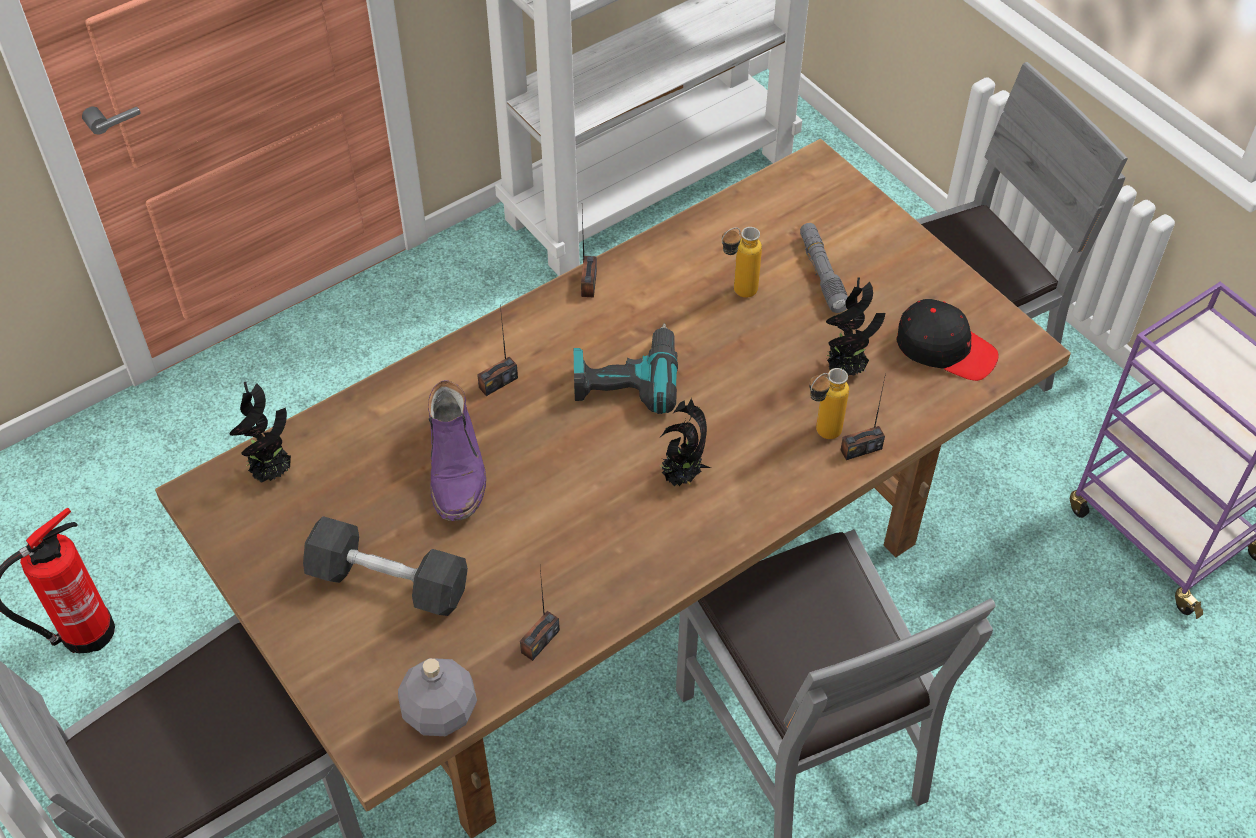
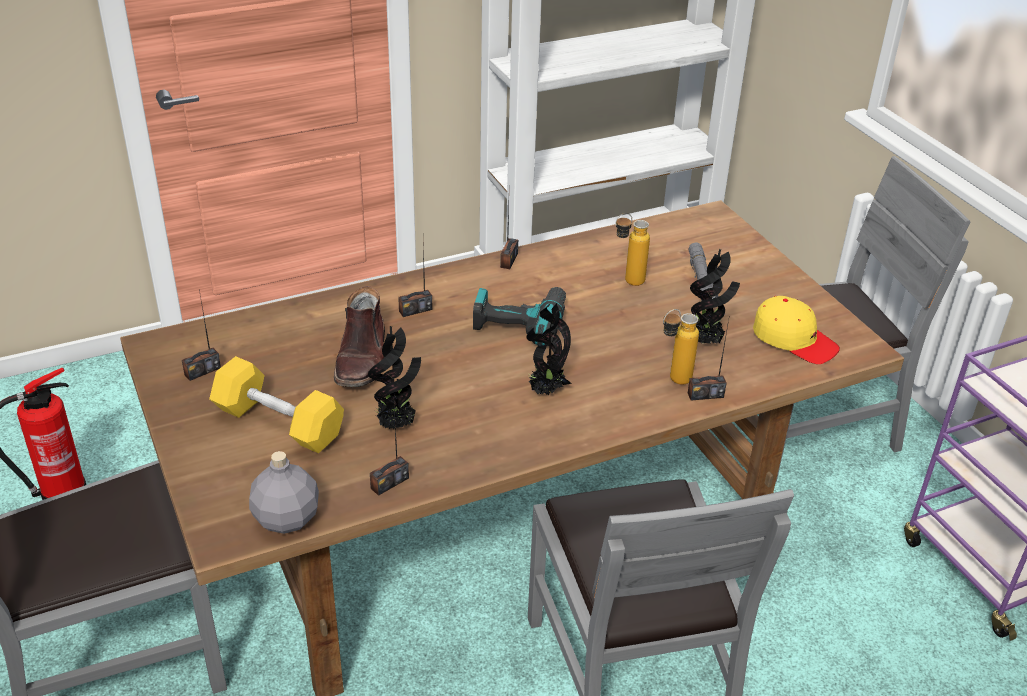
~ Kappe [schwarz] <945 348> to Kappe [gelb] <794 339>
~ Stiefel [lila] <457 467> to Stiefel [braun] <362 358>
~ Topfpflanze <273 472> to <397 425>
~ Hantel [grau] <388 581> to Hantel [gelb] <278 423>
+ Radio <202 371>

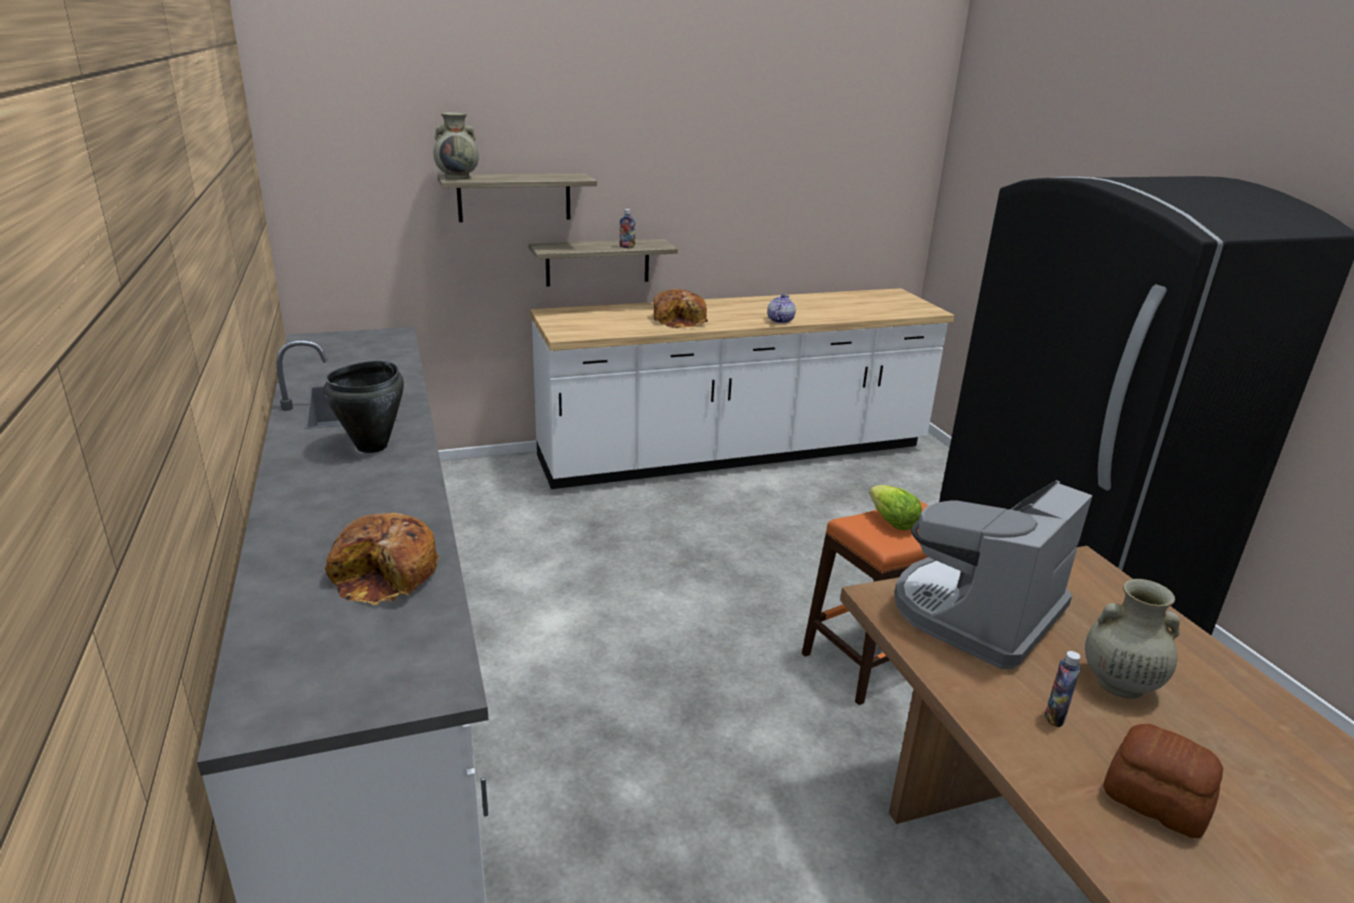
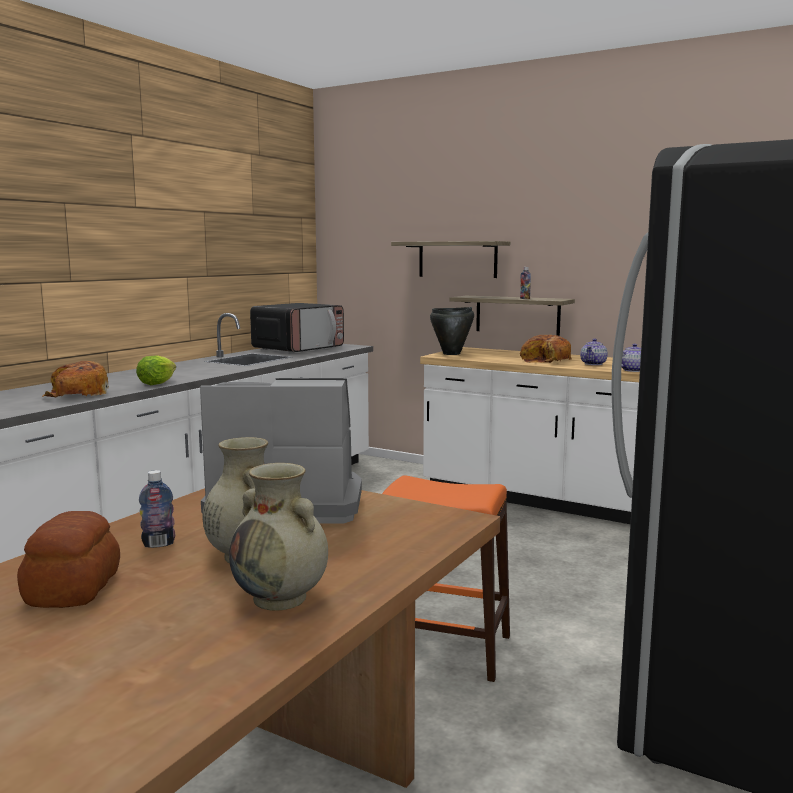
~ Vase [beige] <458 177> to <281 598>
~ Kochtopf [schwarz] <373 446> to <452 354>
~ Salatkopf <892 522> to <156 383>
+ Mikrowelle <298 348>
+ Teekanne <593 364>

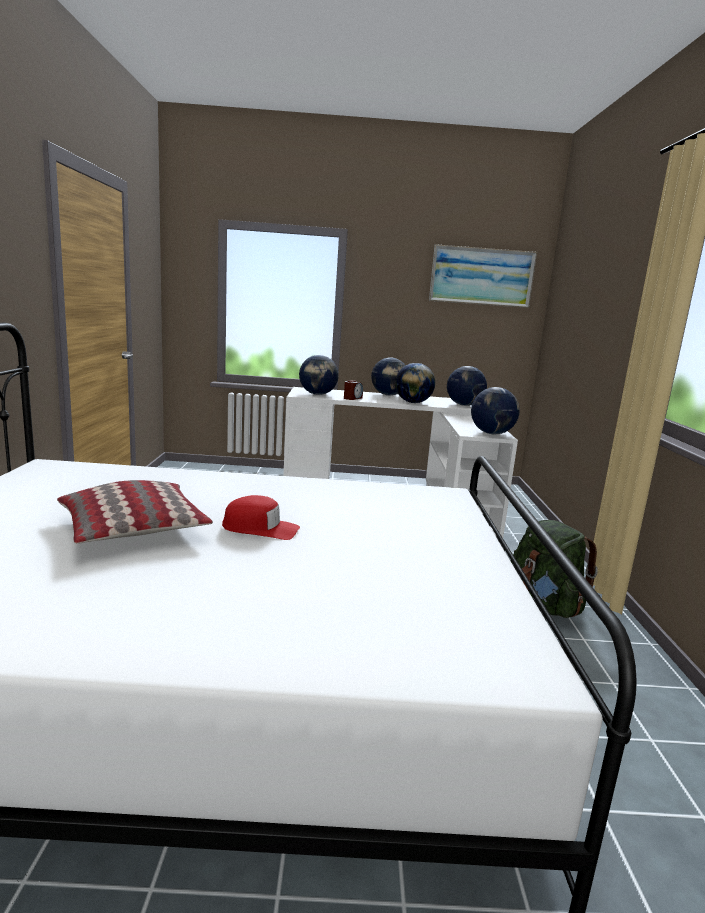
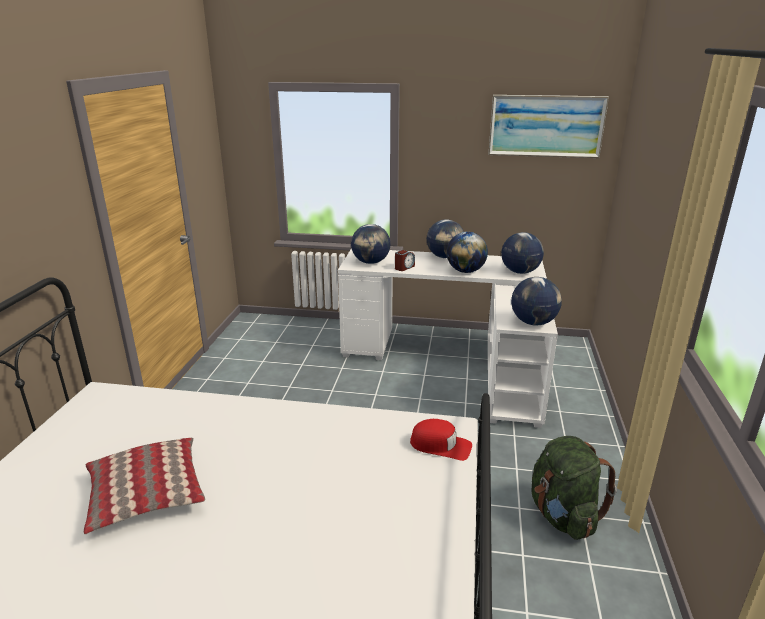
~ Kappe [rot] <261 528> to <440 445>

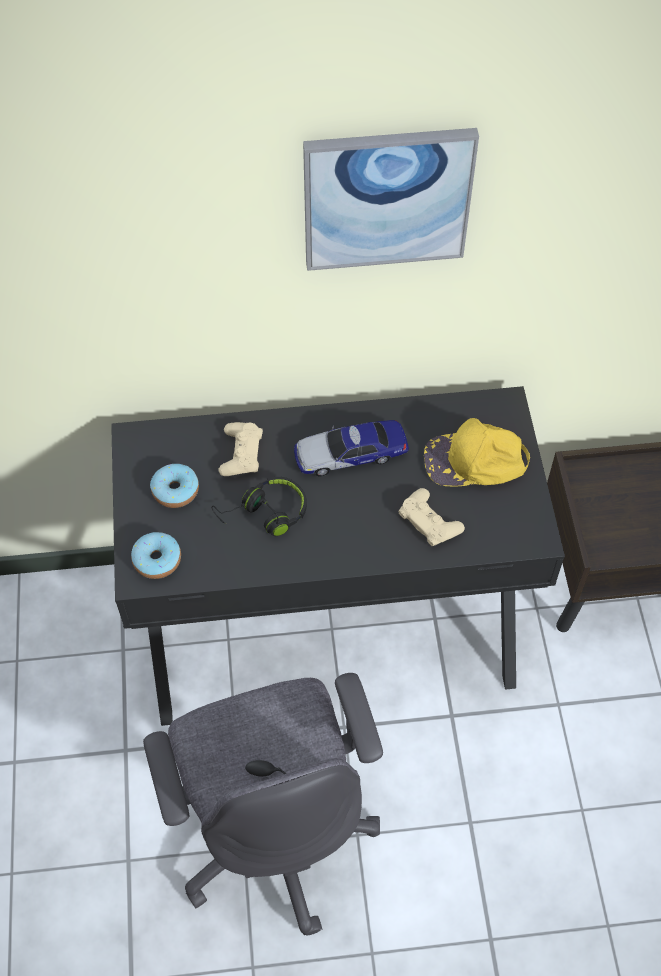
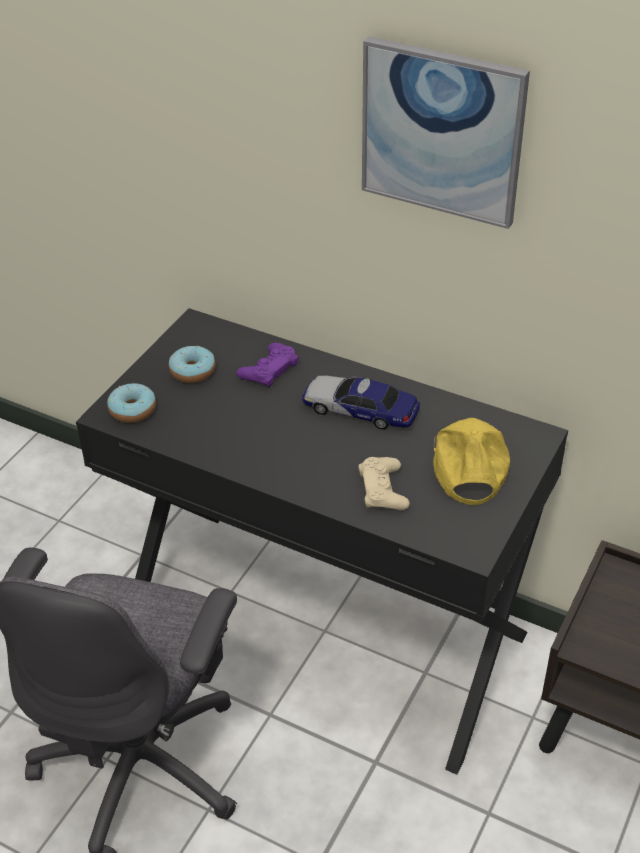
~ Kappe [gelb] <475 461> = <468 465> 60 degrees clockwise
~ Gamepad [beige] <241 453> to Gamepad [lila] <269 369>
- Kopfhörer [schwarz] <265 514>

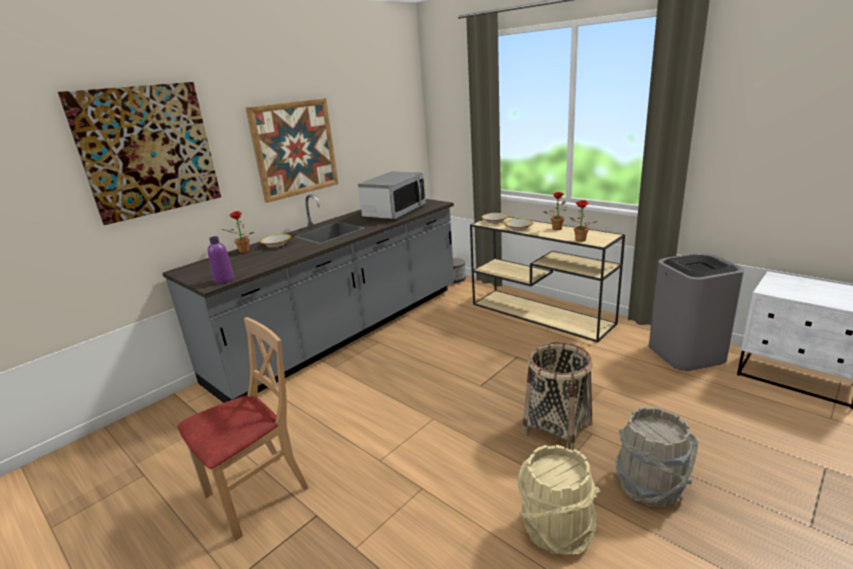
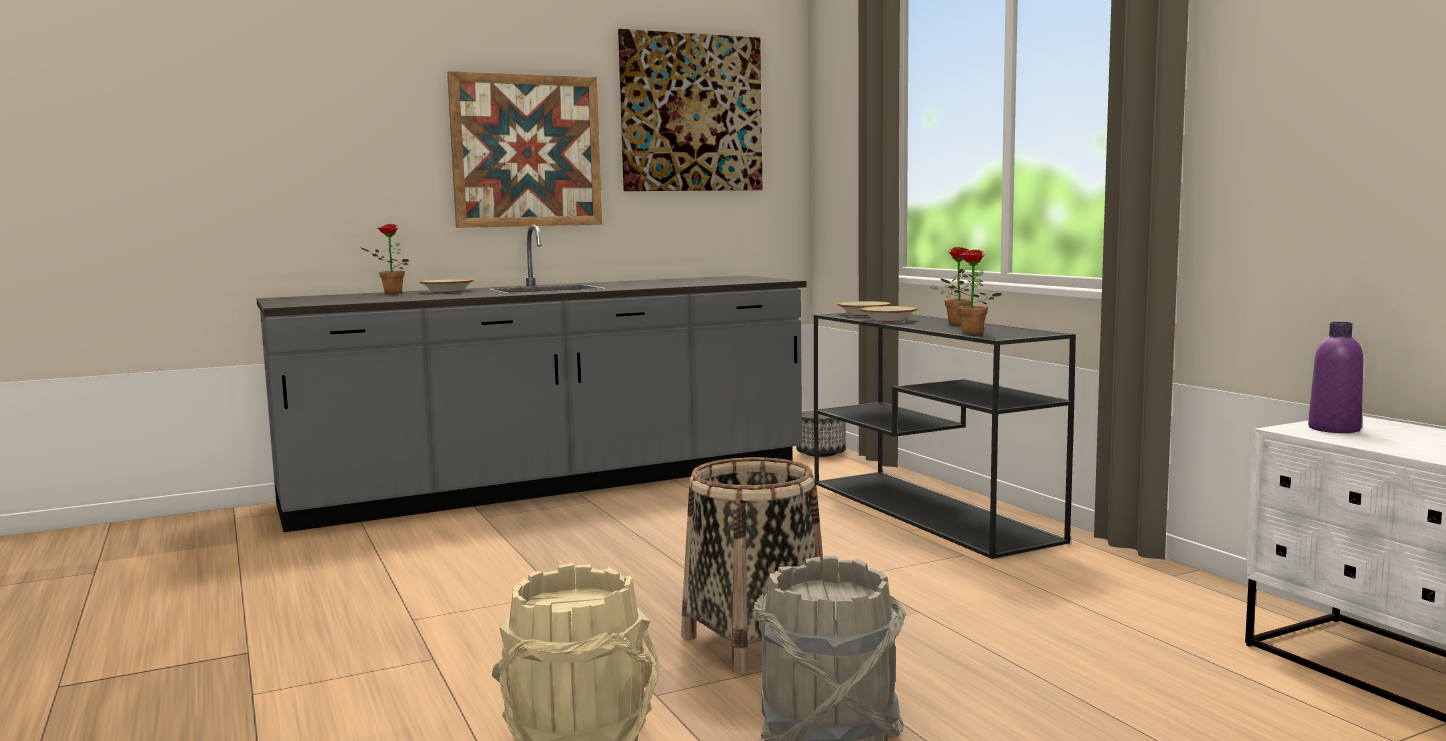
~ Bild <148 151> to <691 113>
- Mikrowelle <394 212>
~ Konsolentisch [beige] <542 314> to Konsolentisch [schwarz] <931 511>
~ Flasche [lila] <224 280> to <1334 429>
- Mülleimer [grau] <687 353>
- Stuhl [beige] <257 493>

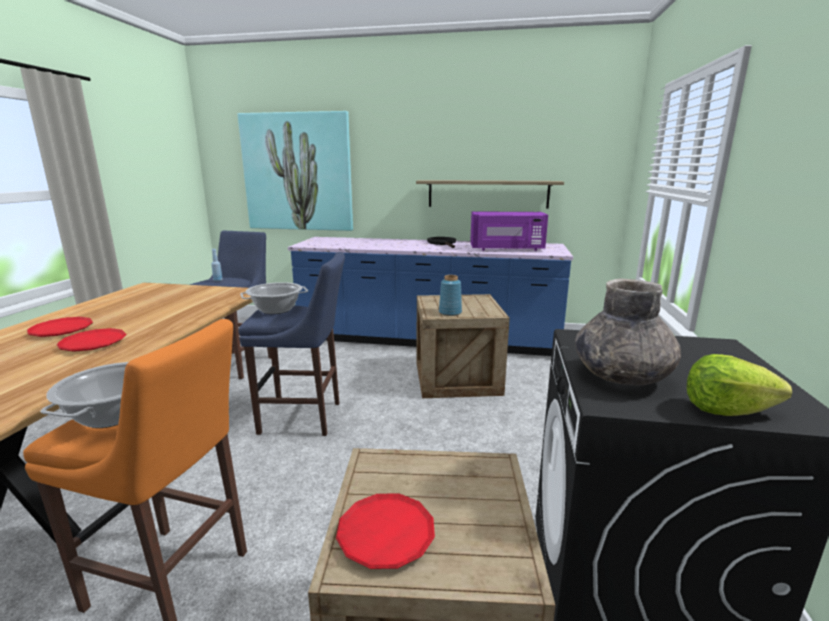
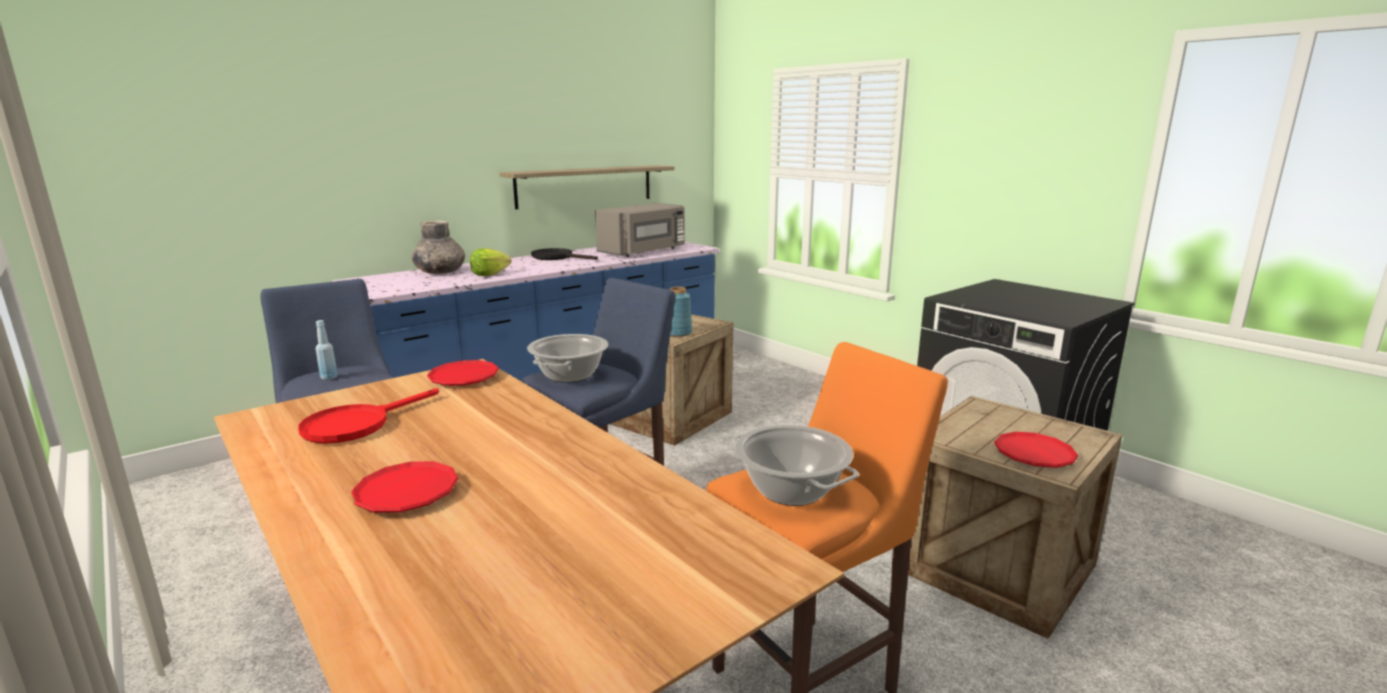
- Bild <298 172>
~ Mikrowelle [lila] <507 249> to Mikrowelle [grau] <644 251>
~ Vase [grau] <621 375> to <440 272>
~ Teller [rot] <93 344> to <464 378>
~ Salatkopf <726 410> to <489 274>
+ Pfanne [rot] <356 424>

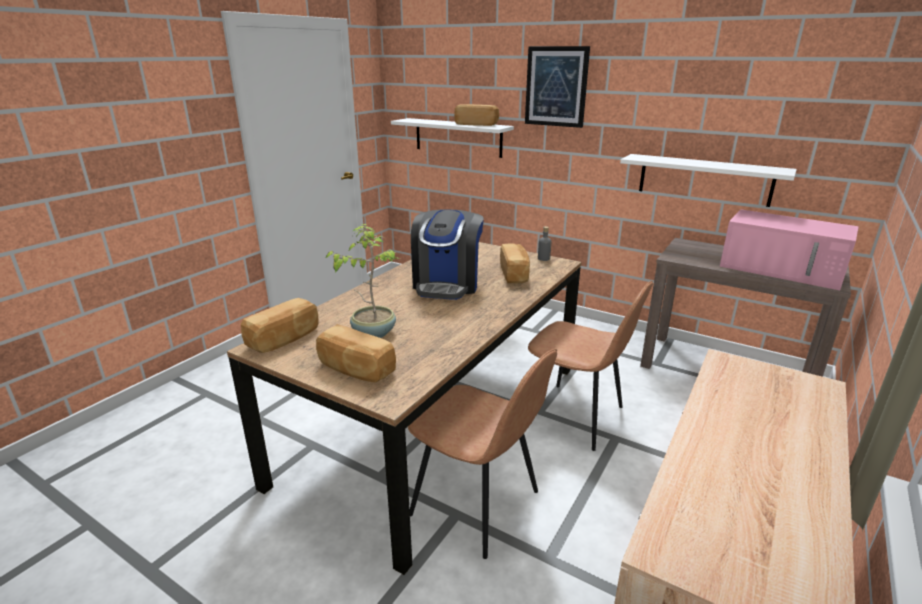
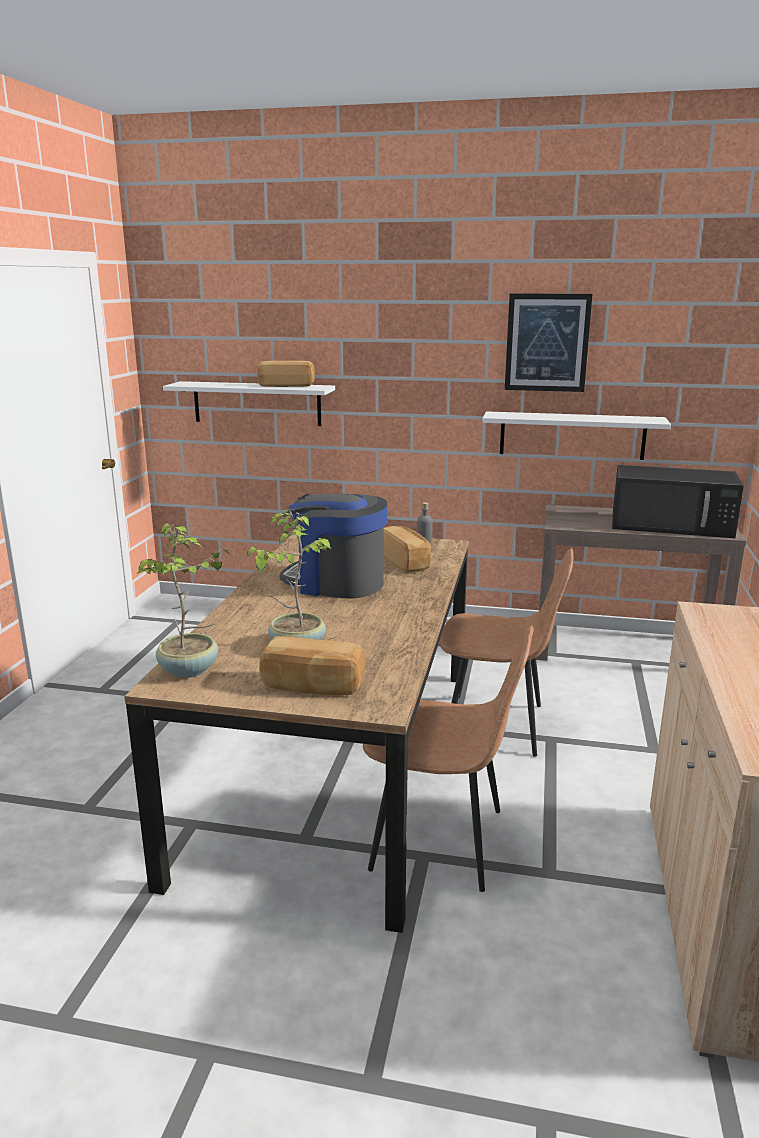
~ Bild <556 86> to <547 342>
~ Kaffeemaschine <447 284> = <336 583> 120 degrees clockwise
~ Mikrowelle [rosa] <782 269> to Mikrowelle [schwarz] <673 525>
~ Brot <285 339> to Topfpflanze <190 670>

